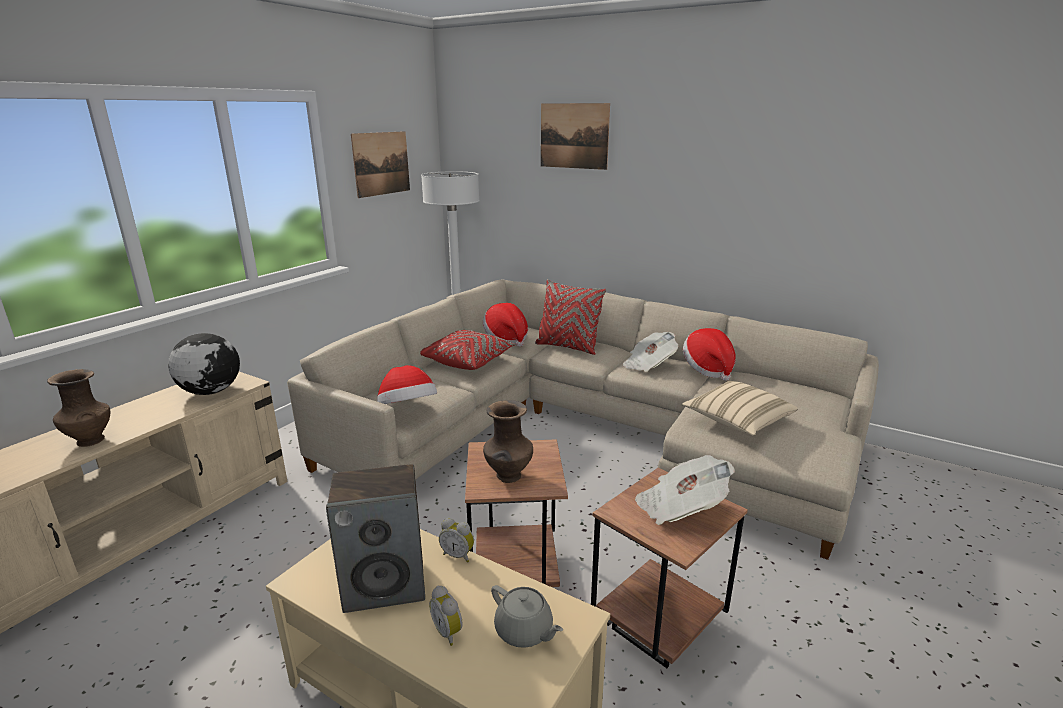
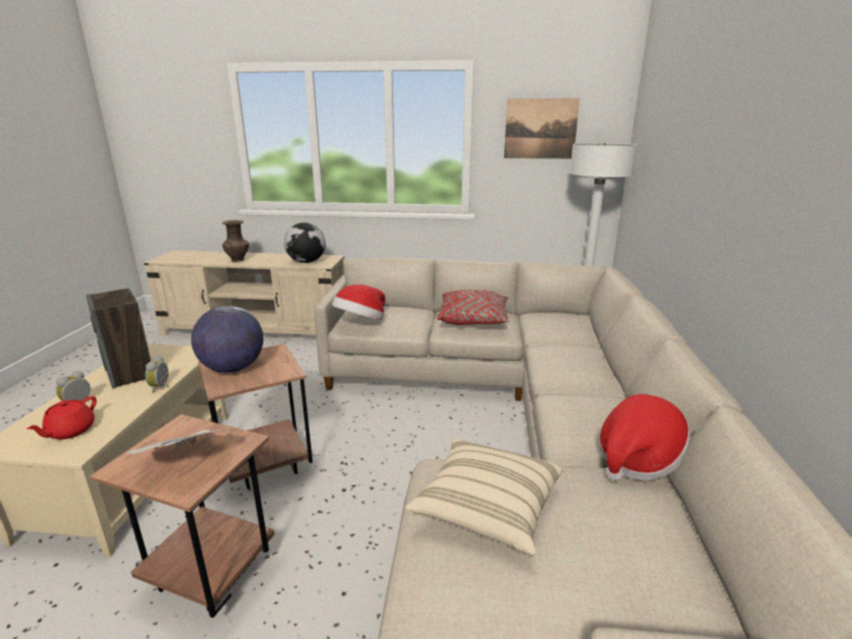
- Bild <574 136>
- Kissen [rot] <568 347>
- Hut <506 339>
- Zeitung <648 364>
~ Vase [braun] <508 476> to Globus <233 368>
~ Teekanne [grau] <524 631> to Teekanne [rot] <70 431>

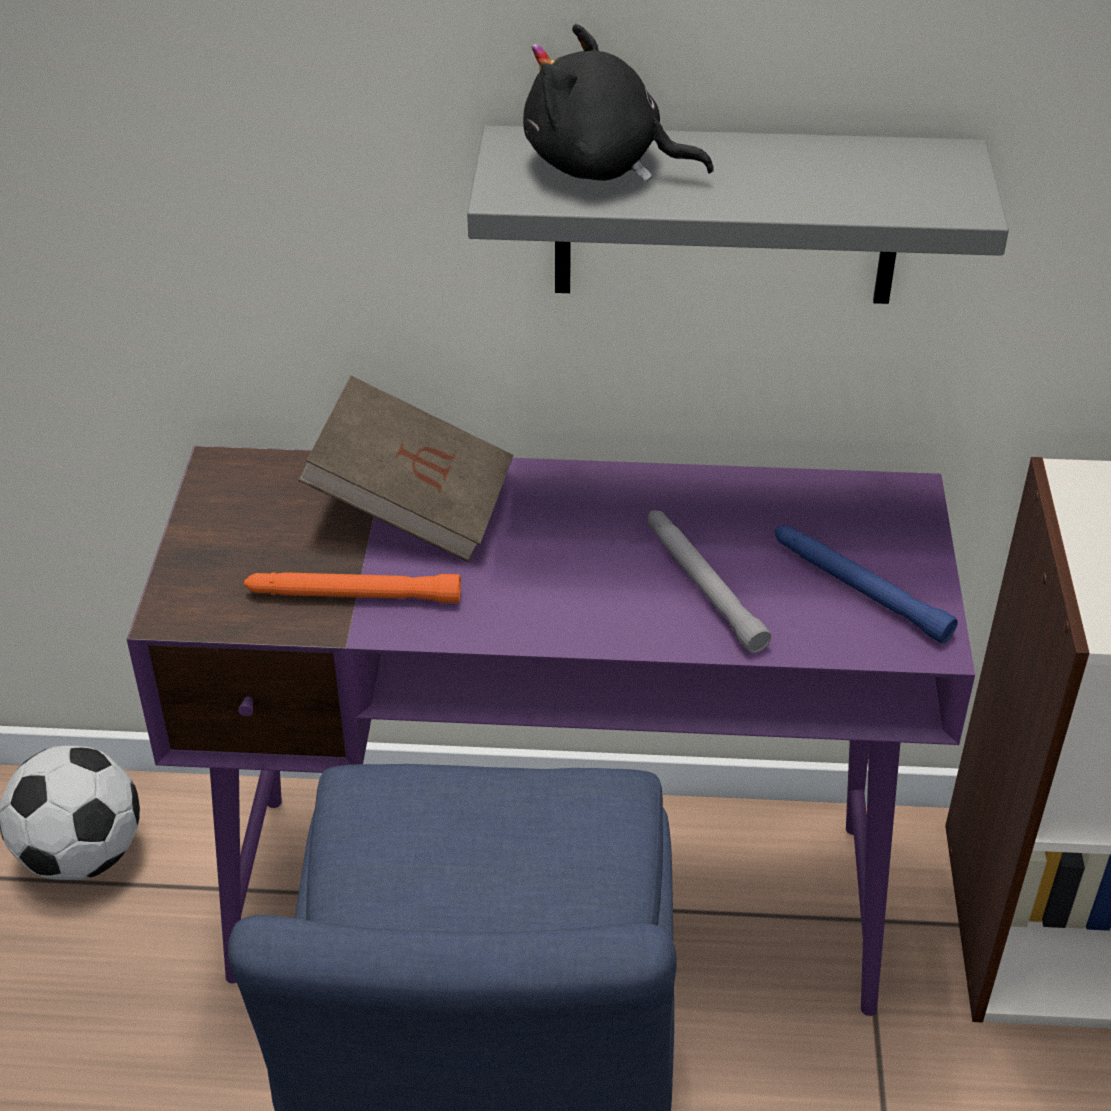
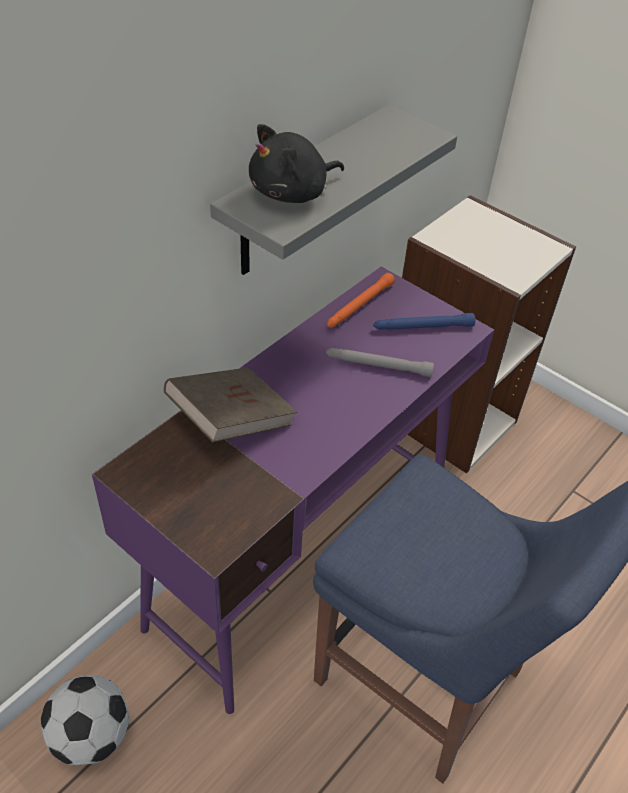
~ Taschenlampe [orange] <352 596> to <359 306>

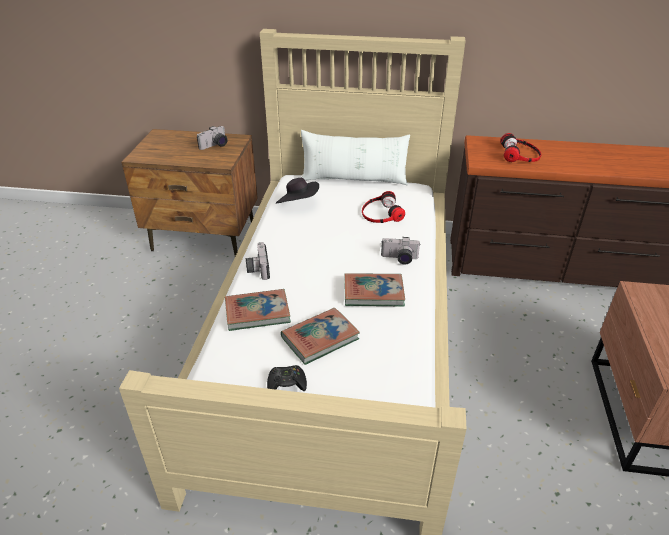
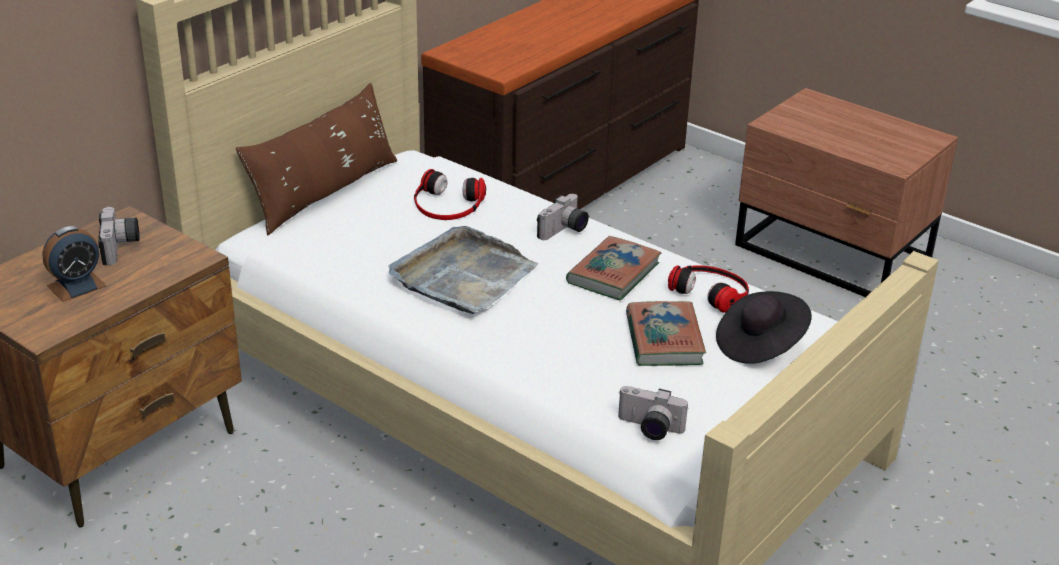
~ Kissen [weiß] <354 179> to Kissen [braun] <325 193>
~ Kopfhörer <520 154> to <711 291>
~ Hut [schwarz] <298 203> to <760 345>
~ Kamera <257 268> to <648 429>
- Buch <257 313>
- Gamepad [schwarz] <286 383>
+ Wecker <76 286>
+ Tablett [grau] <463 276>

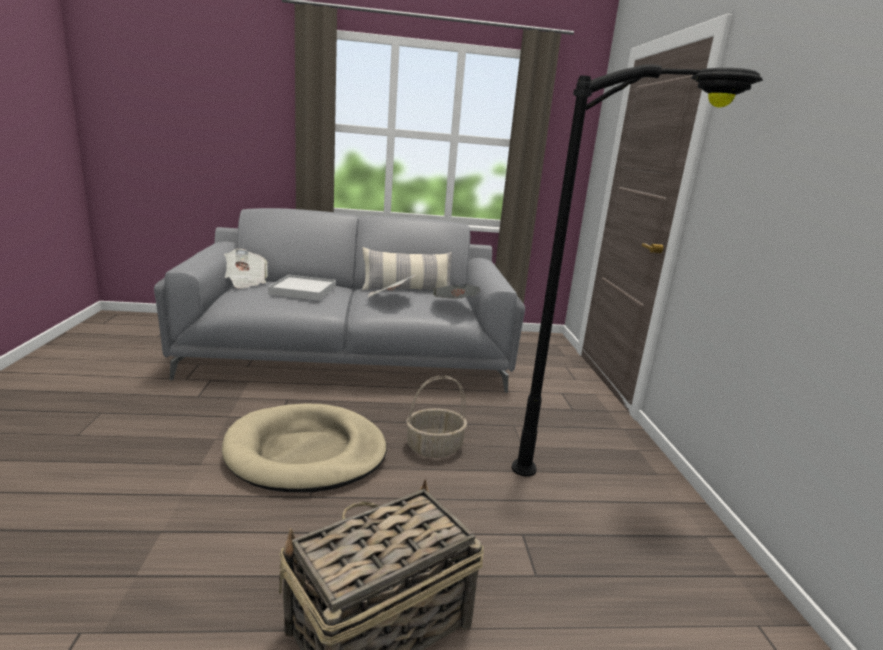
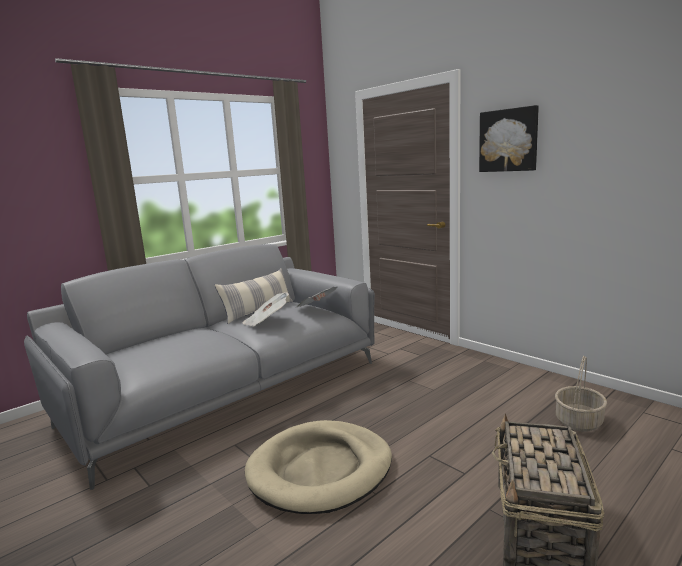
- Stehlampe [schwarz] <601 476>
- Zeitung <244 281>
- Tablett [weiß] <303 290>
~ Korb <435 447> to <578 421>
+ Bild <508 140>

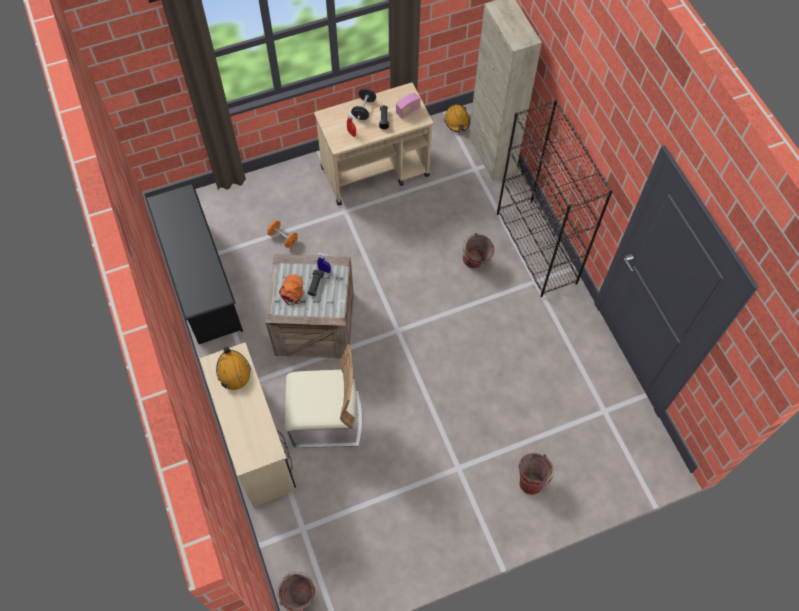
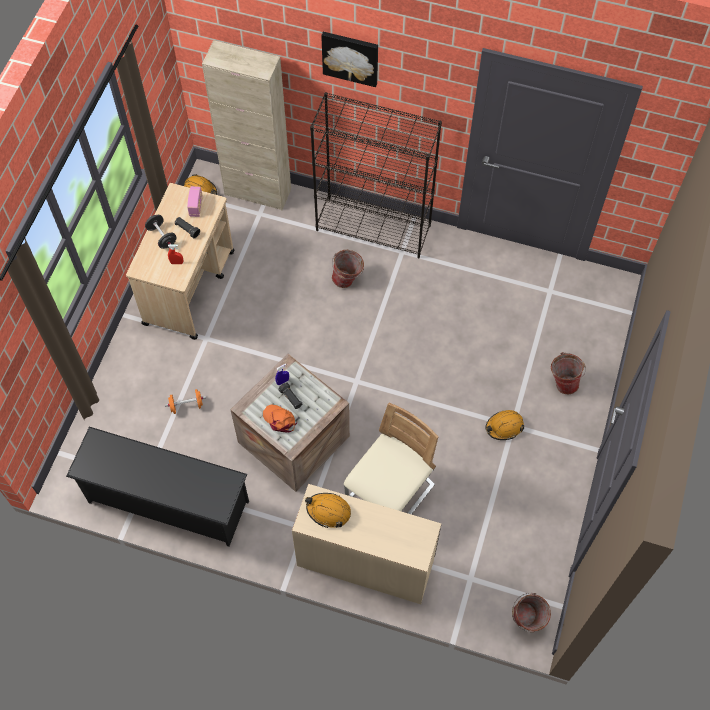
+ Bild <350 57>
+ Schutzhelm [orange] <504 427>

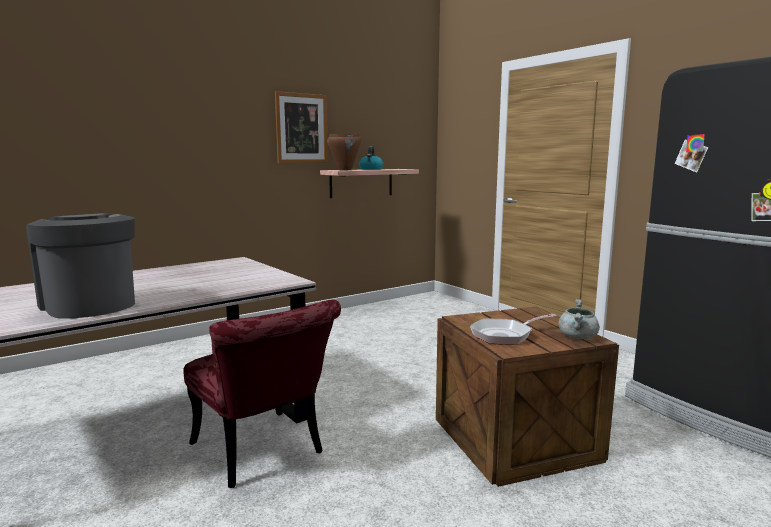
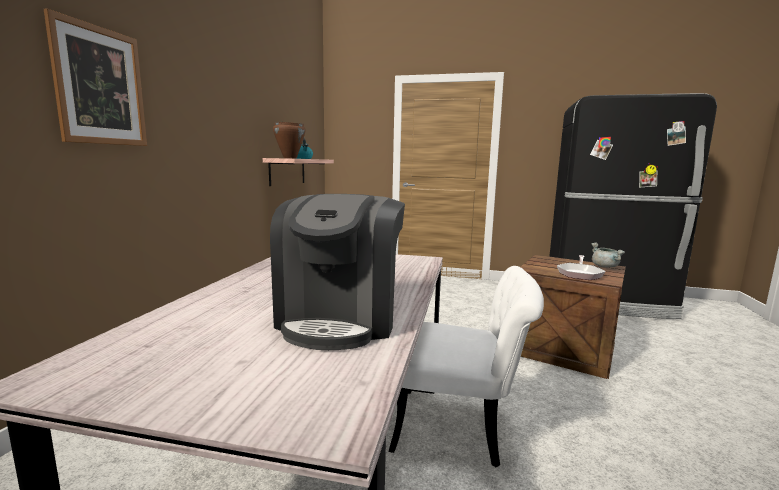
~ Bild <301 128> to <100 86>
~ Kaffeemaschine <89 304> = <340 319> 90 degrees counterclockwise
~ Stuhl [rot] <263 454> to Stuhl [weiß] <461 428>

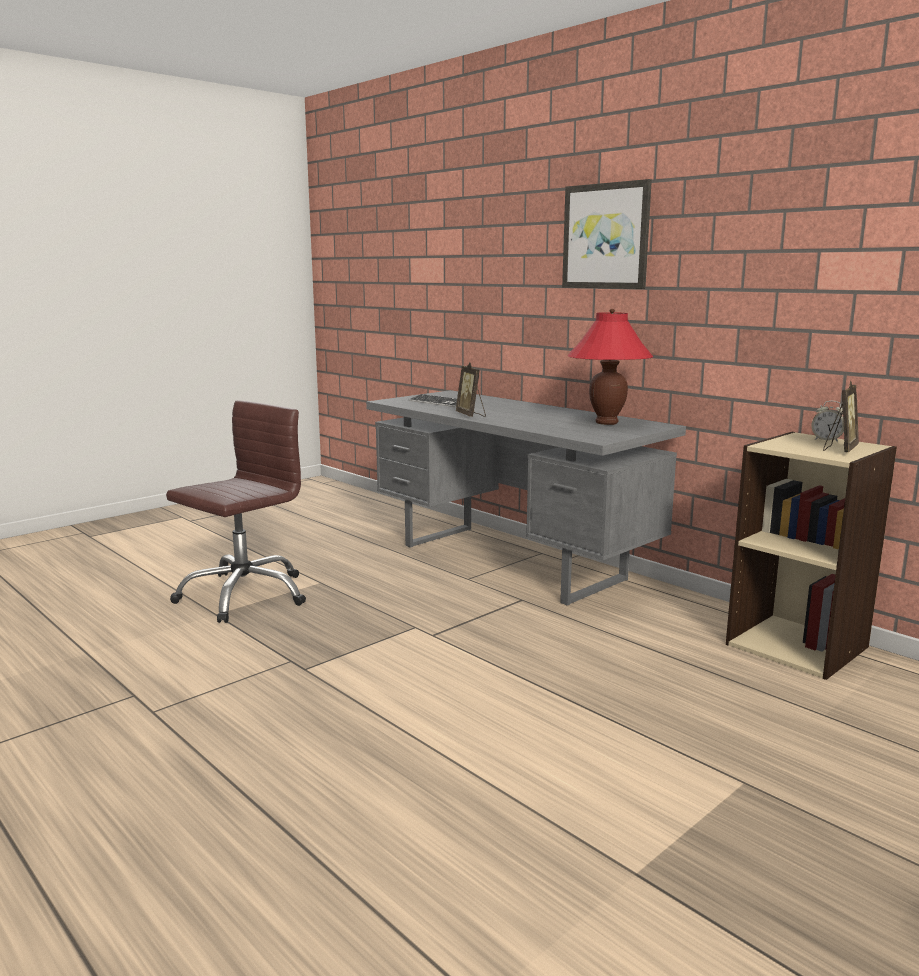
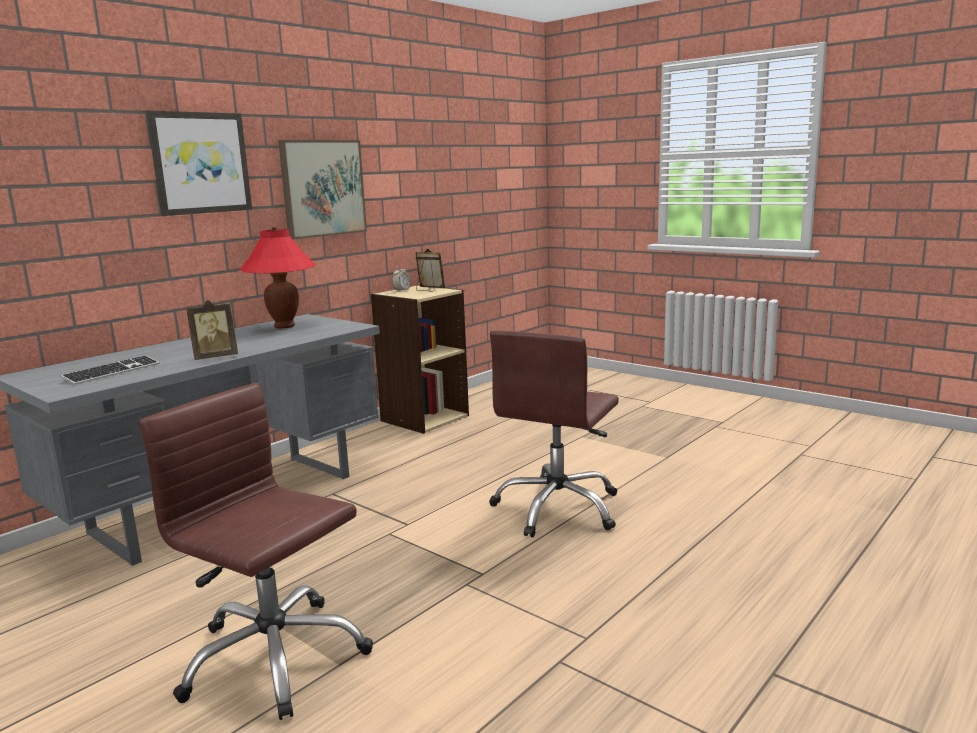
+ Bild <323 188>
+ Bürostuhl [braun] <558 508>

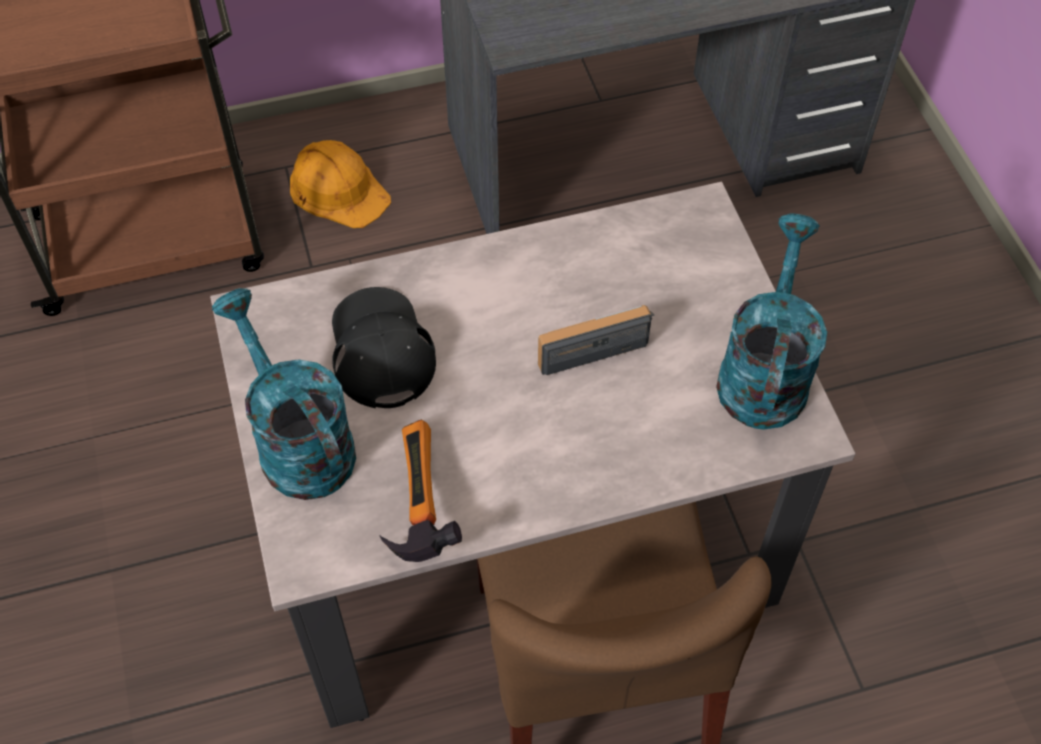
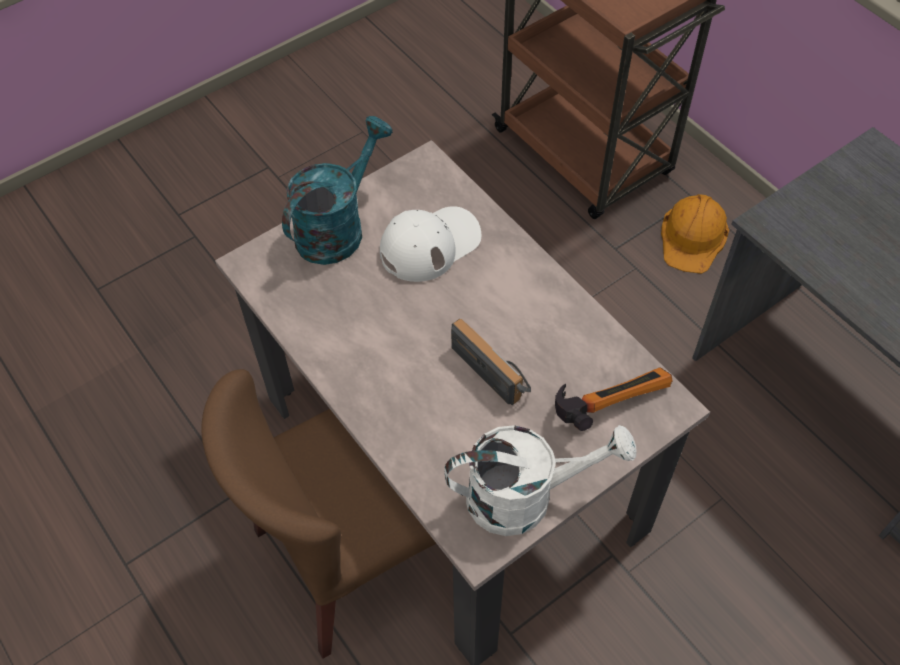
~ Gießkanne [türkis] <764 371> to Gießkanne [weiß] <525 496>
~ Kappe [schwarz] <381 349> to Kappe [weiß] <430 244>
~ Hammer <413 504> to <607 400>

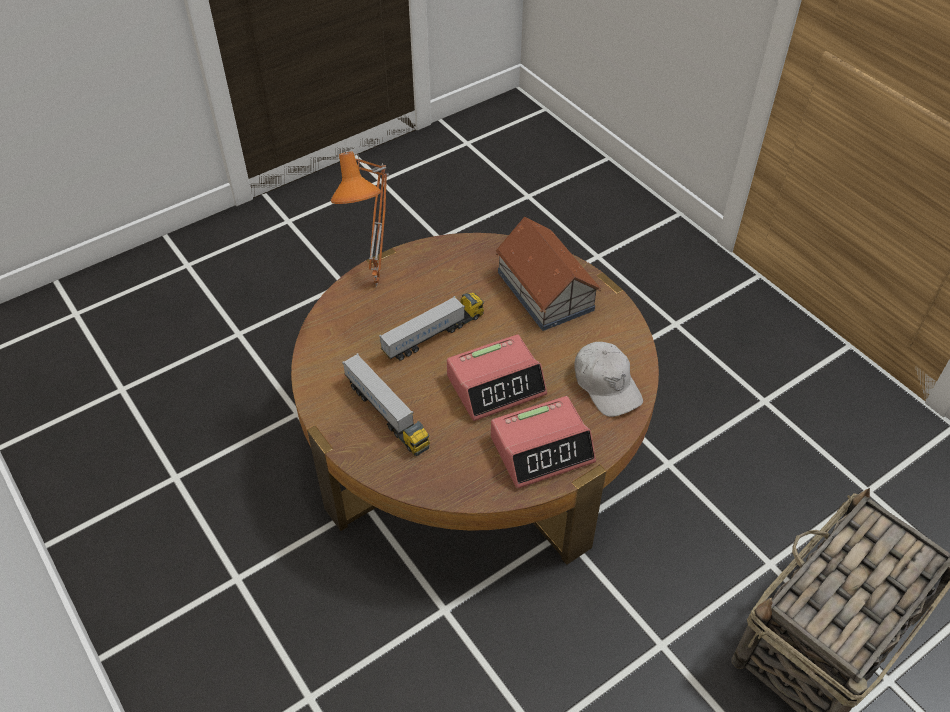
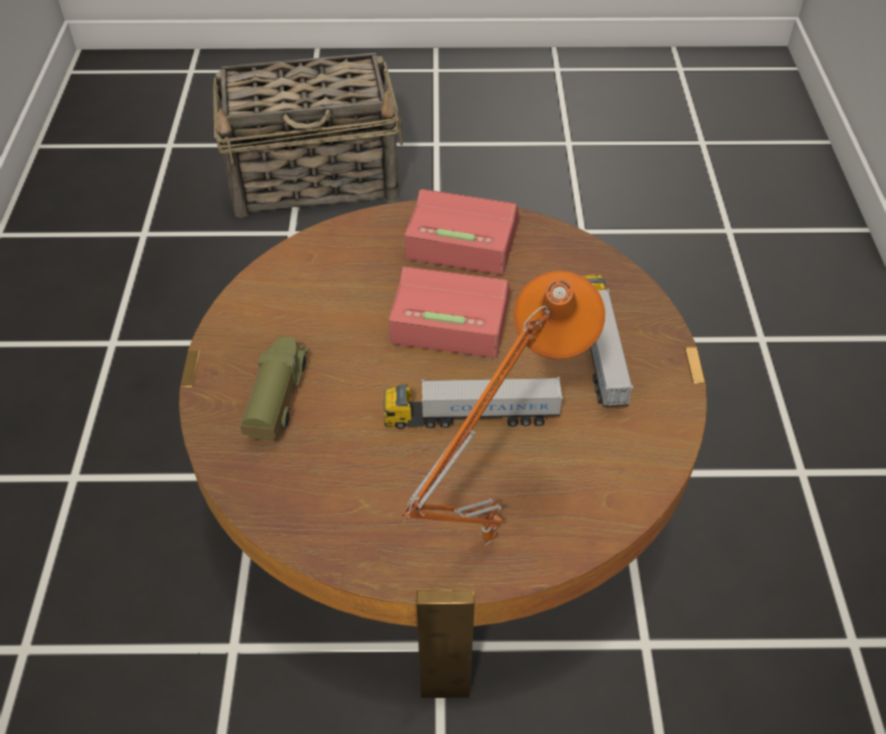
~ Spielzeughaus <545 290> to Spielzeuglaster <275 401>
- Kappe [weiß] <606 385>

